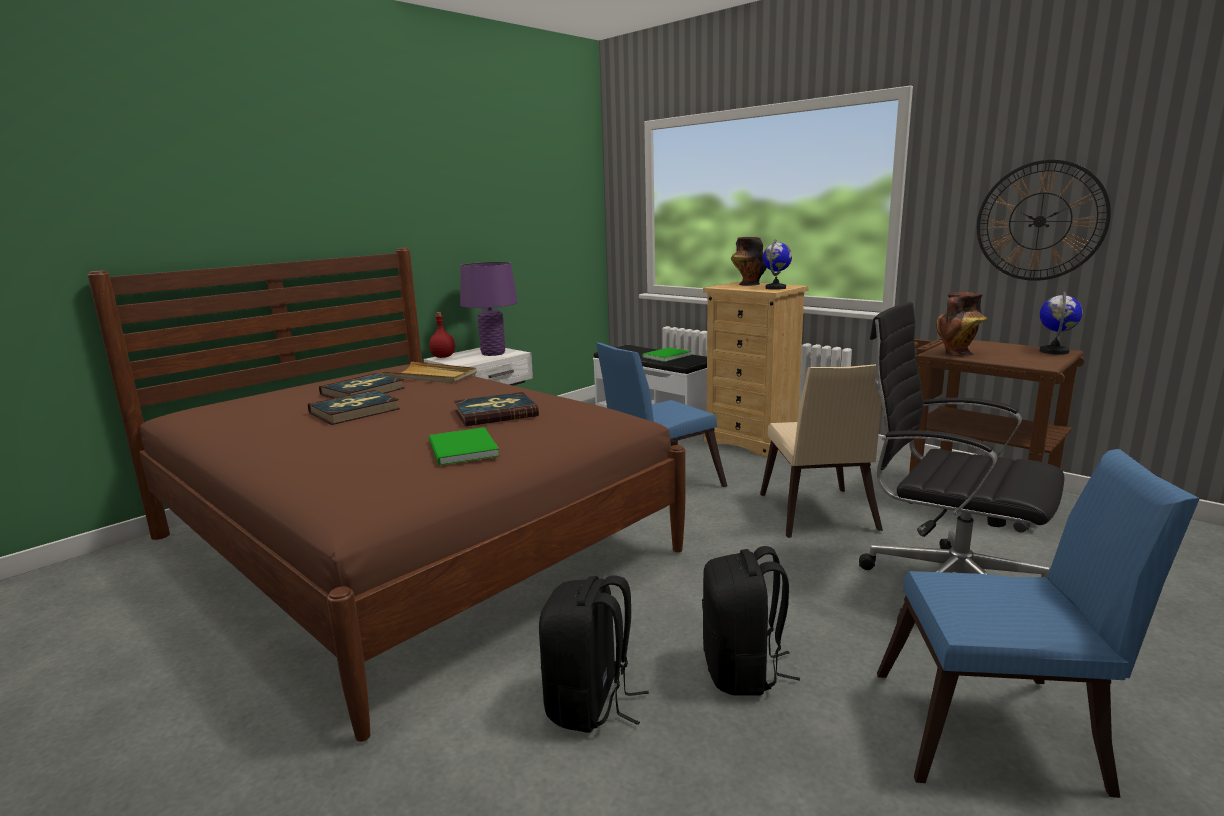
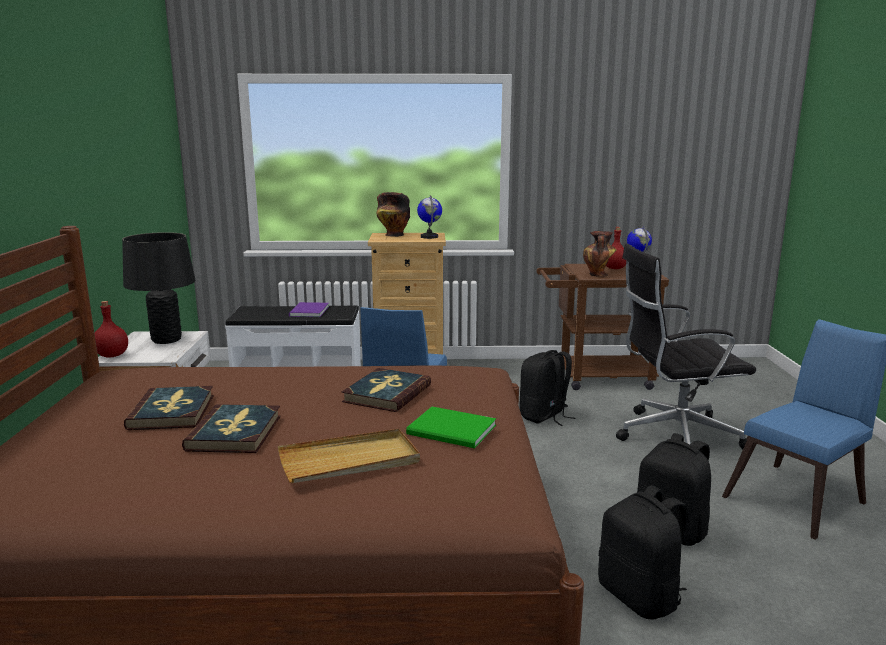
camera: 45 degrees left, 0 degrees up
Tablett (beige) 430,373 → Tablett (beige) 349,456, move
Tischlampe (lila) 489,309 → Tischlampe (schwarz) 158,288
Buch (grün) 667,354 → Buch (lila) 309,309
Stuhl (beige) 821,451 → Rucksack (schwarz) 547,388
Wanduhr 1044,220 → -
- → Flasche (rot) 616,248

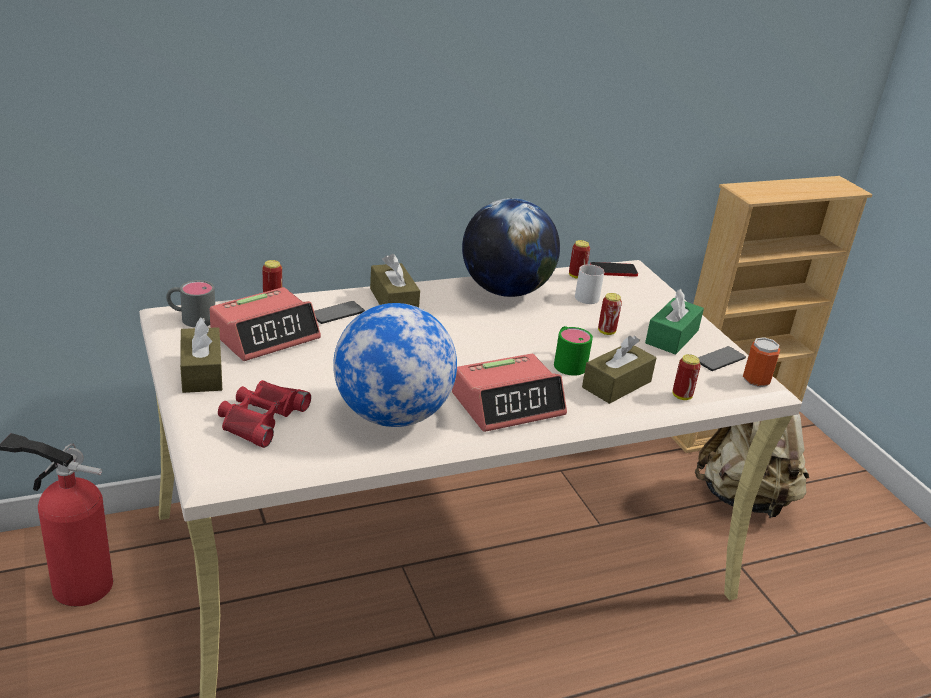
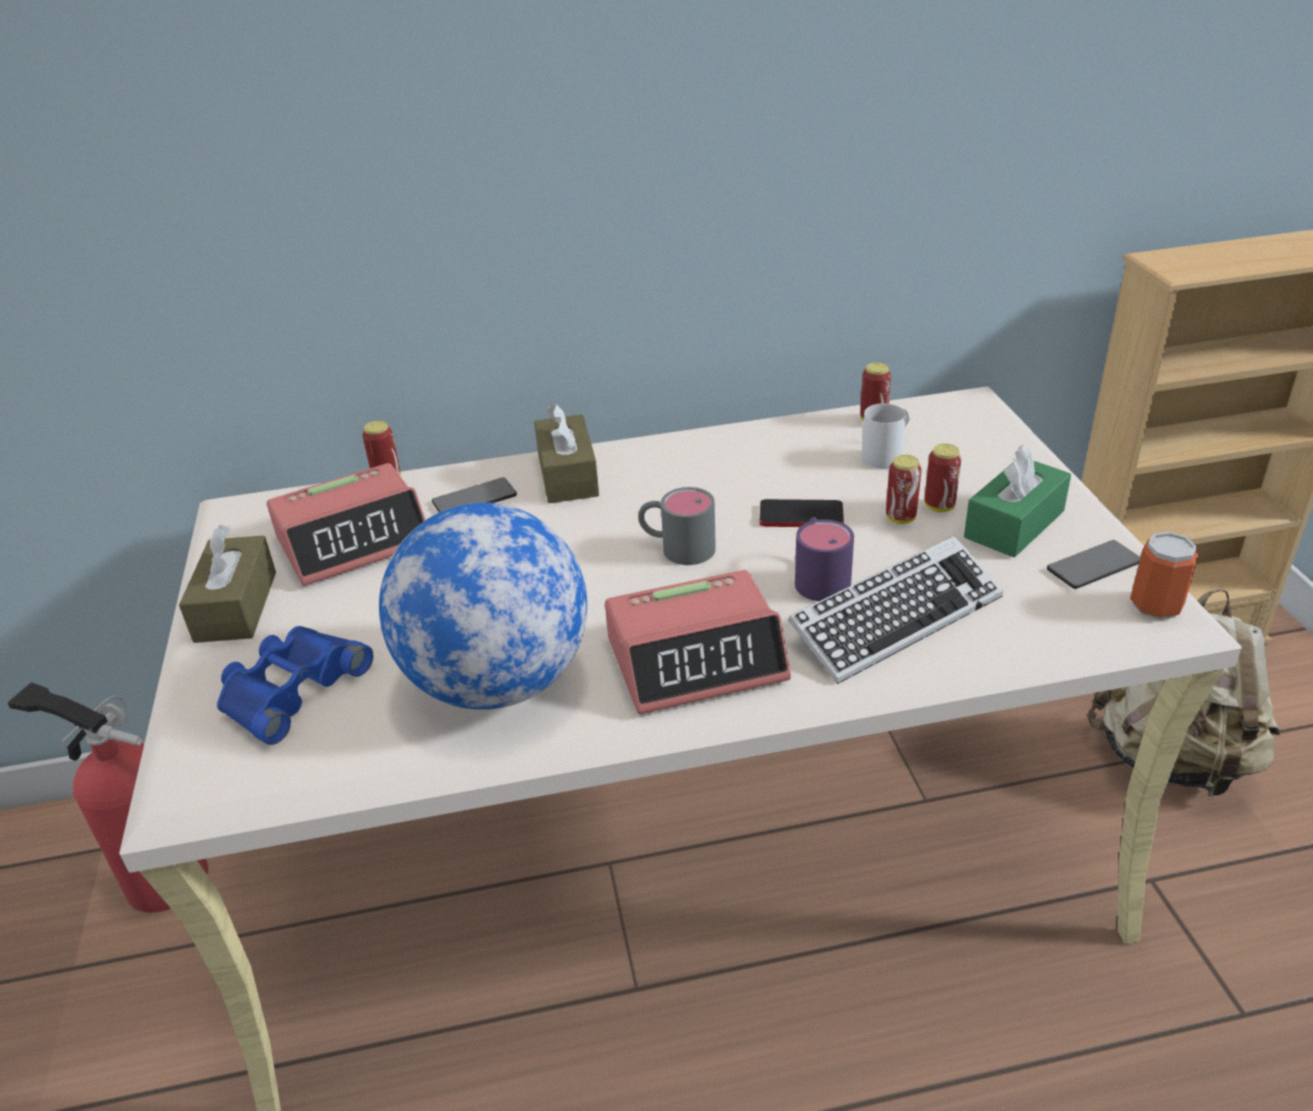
camera: 15 degrees right, 5 degrees up
Henkelbecher (grau) 190,303 → Henkelbecher (grau) 677,526, move
Fernglas (rot) 264,414 → Fernglas (blau) 295,685
Globus 511,247 → -
Henkelbecher (grün) 573,351 → Henkelbecher (lila) 824,559
Taschentuchbox (braun) 619,370 → Tastatur 895,609
Handy 614,269 → Handy 802,513, move
Dose 686,377 → Dose 943,477, move

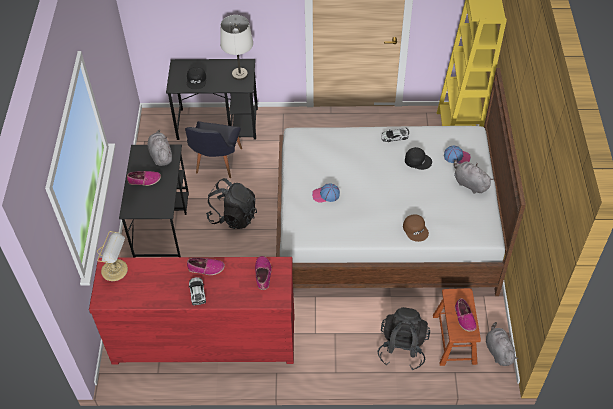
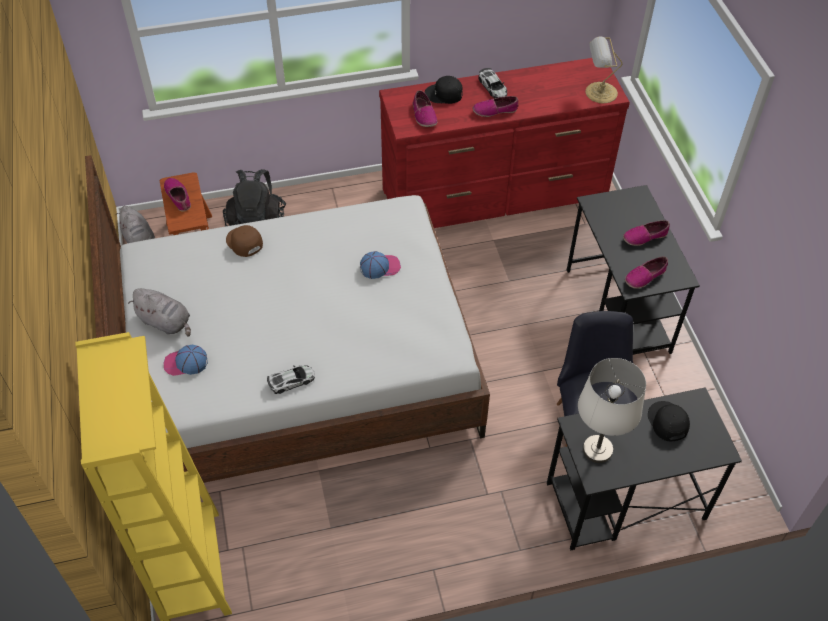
camera: 165 degrees right, 0 degrees up
Plüschtier (grau) 159,148 → Schuh 646,272
Rucksack (schwarz) 231,203 → -
Kappe (schwarz) 418,158 → Kappe (schwarz) 444,90, move

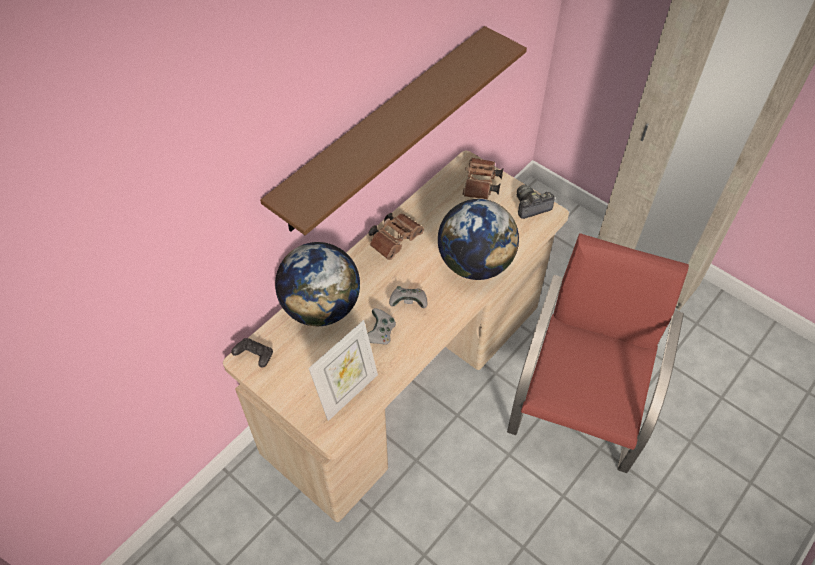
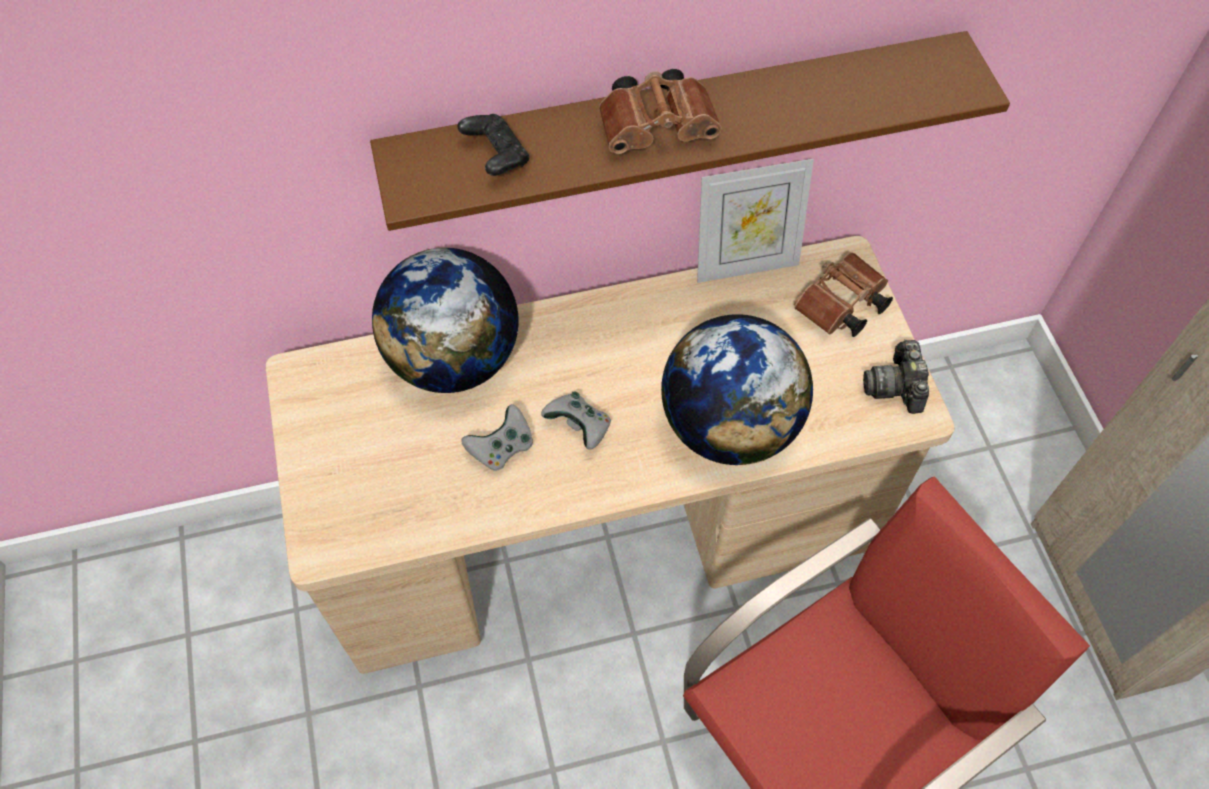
camera: 35 degrees right, 5 degrees up
Gamepad (schwarz) 252,353 → Gamepad (schwarz) 493,145, move
Bilderrahmen 343,370 → Bilderrahmen 755,221, move
Fernglas (braun) 396,236 → Fernglas (braun) 660,111, move
Kamera 535,202 → Kamera 896,376, 105 degrees counterclockwise

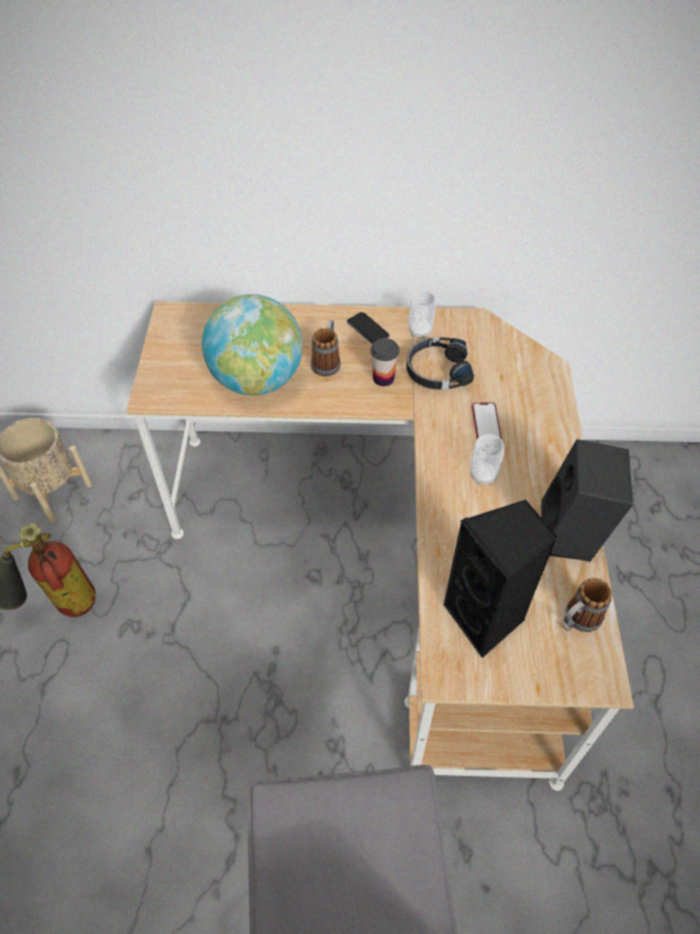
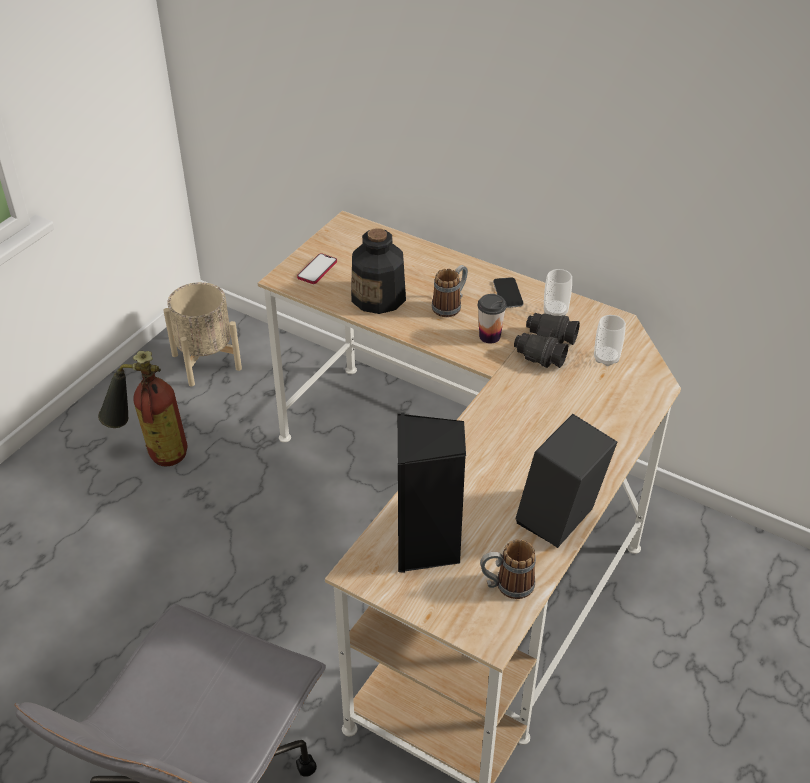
camera: 30 degrees right, 10 degrees down
Globus 252,344 → Flasche 378,271
Kopfhörer (schwarz) 440,363 → Fernglas (schwarz) 547,340
Tasse 487,459 → Tasse 610,340, move
Handy 487,420 → Handy 317,268, move

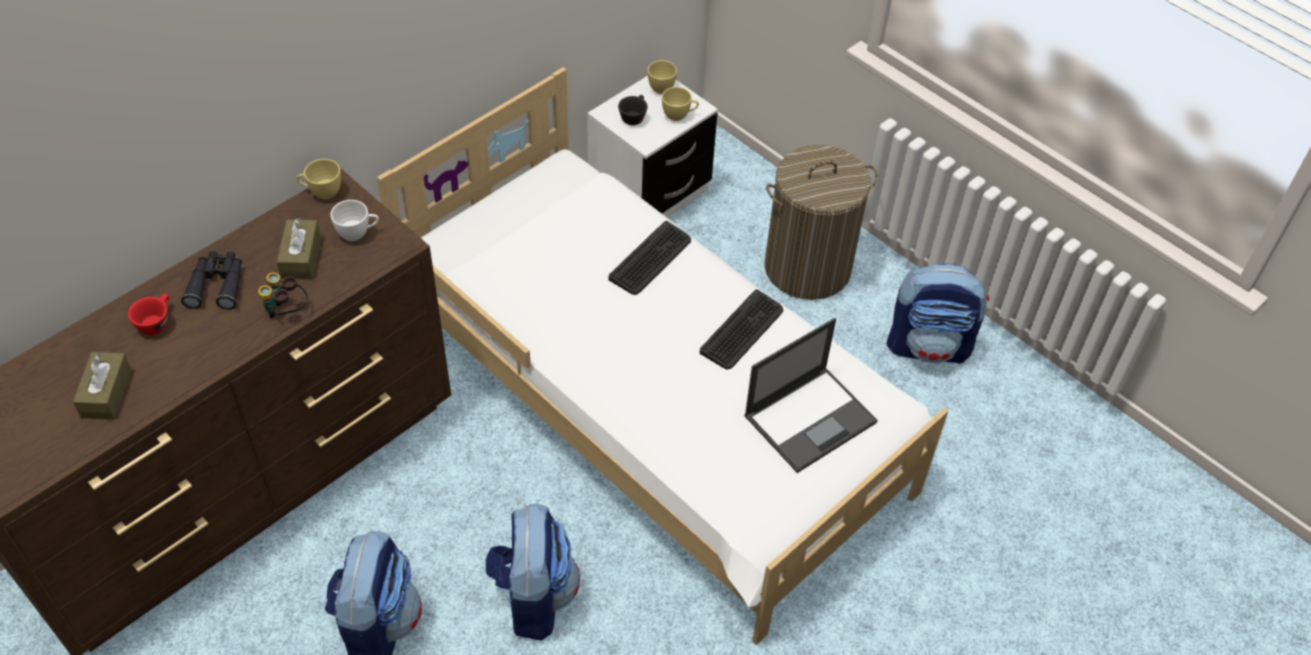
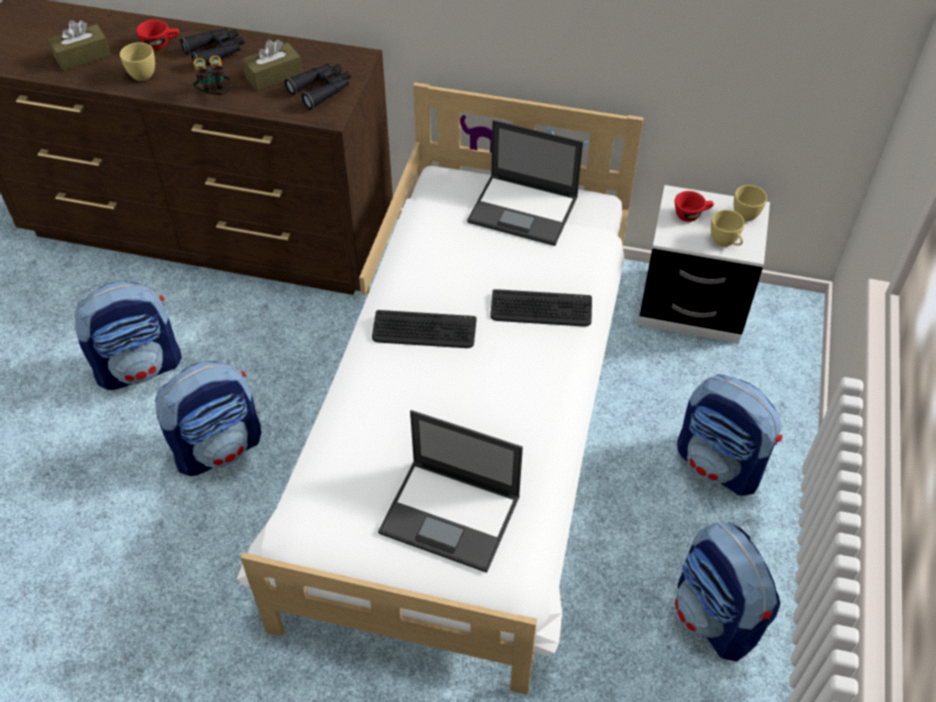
camera: 60 degrees right, 0 degrees up
Tasse (gelb) 318,179 → Tasse (gelb) 137,61, move
Tasse (weiß) 355,220 → Fernglas (schwarz) 318,86
Tasse (schwarz) 633,110 → Tasse (rot) 694,206
Tastatur 741,329 → Tastatur 424,329, move
Wäschekorb 821,222 → Rucksack 730,435
- → Laptop 525,183

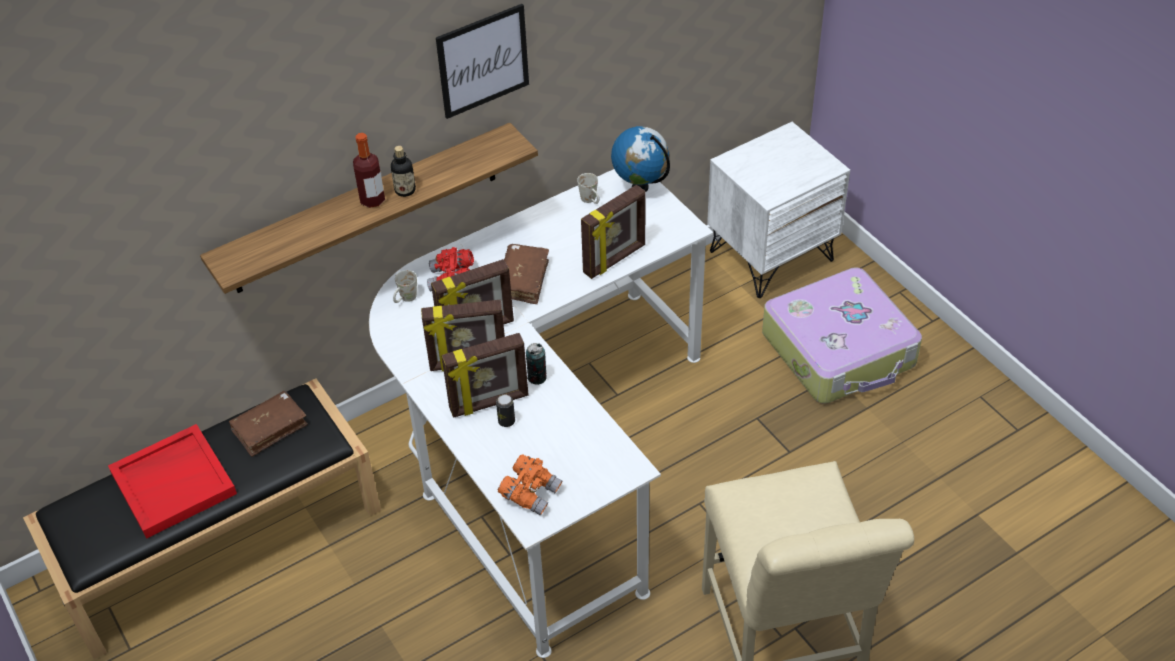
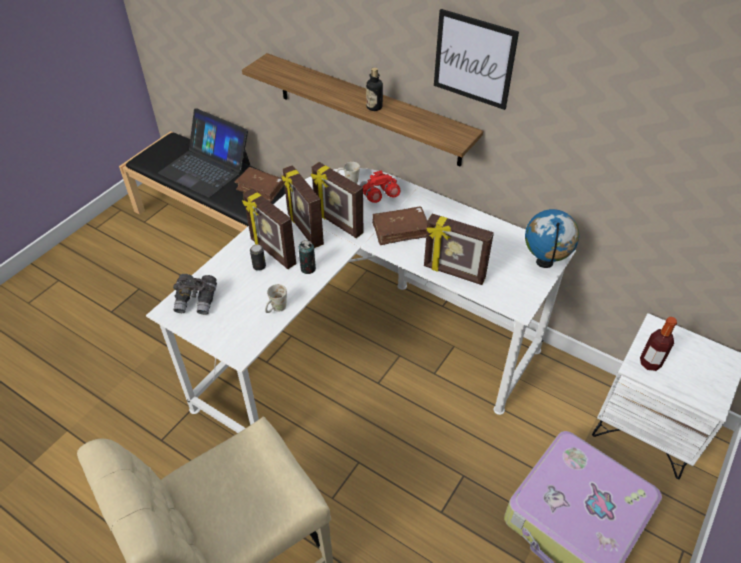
camera: 65 degrees right, 0 degrees up
Tablett (rot) 172,481 → Laptop 204,153
Flasche 369,170 → Flasche 658,344, move
Fernglas (orange) 530,484 → Fernglas (grau) 195,294
Henkelbecher (weiß) 588,188 → Henkelbecher (weiß) 276,298, move

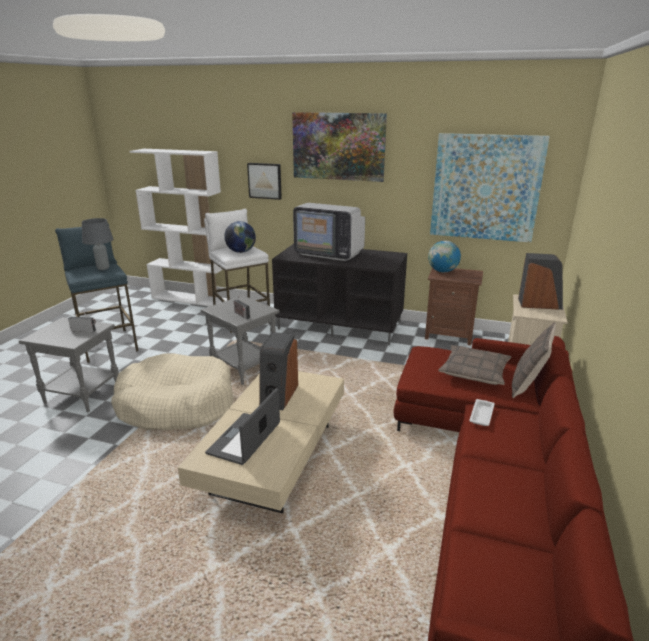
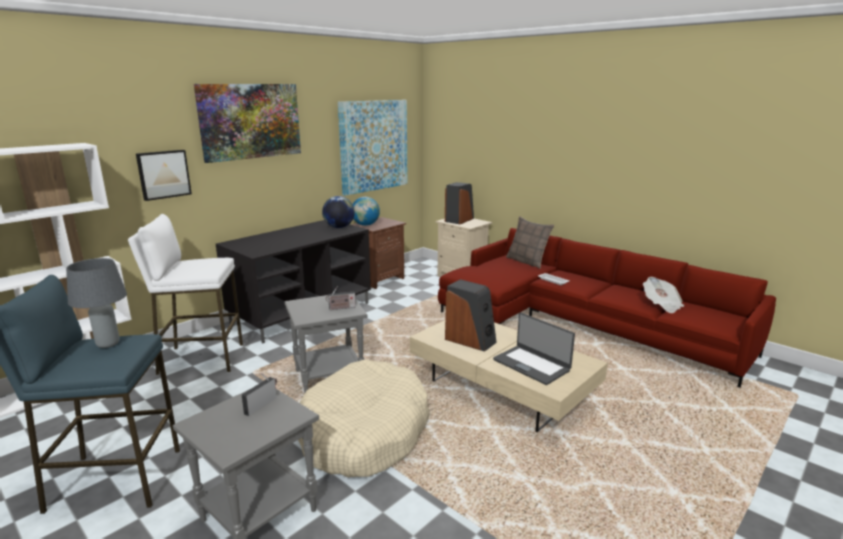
camera: 65 degrees left, 5 degrees down
Globus 240,237 → Globus 338,212, move
Fernseher 329,232 → -
Kissen 474,365 → -
- → Zeitung 663,295

